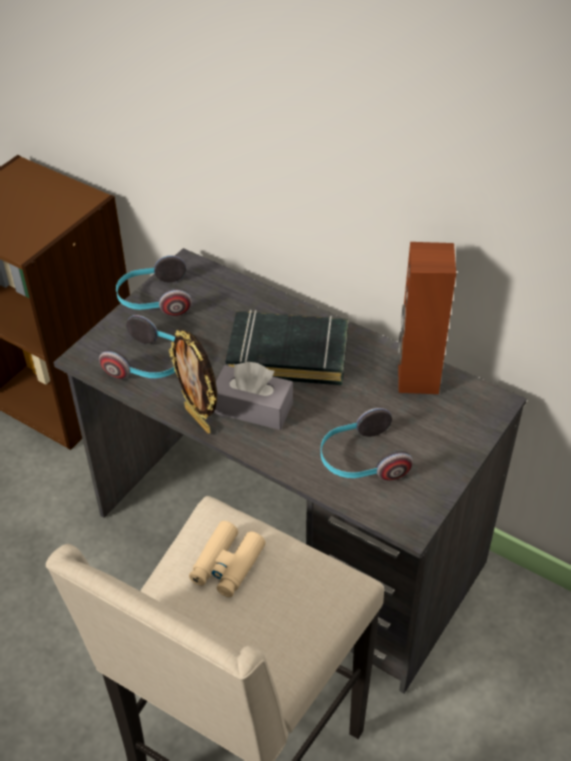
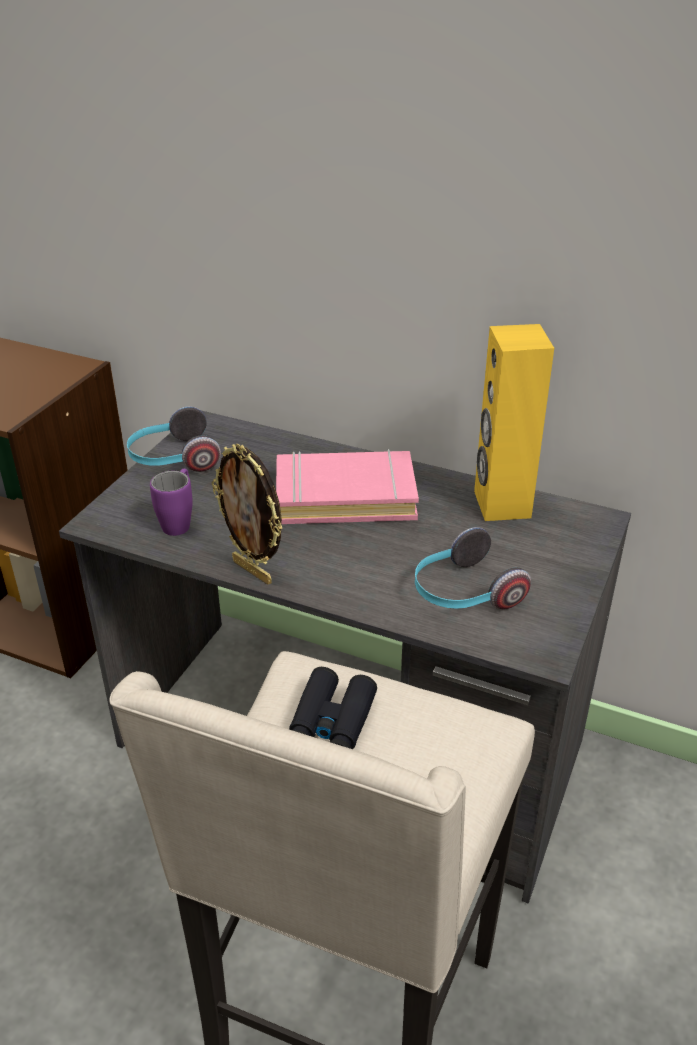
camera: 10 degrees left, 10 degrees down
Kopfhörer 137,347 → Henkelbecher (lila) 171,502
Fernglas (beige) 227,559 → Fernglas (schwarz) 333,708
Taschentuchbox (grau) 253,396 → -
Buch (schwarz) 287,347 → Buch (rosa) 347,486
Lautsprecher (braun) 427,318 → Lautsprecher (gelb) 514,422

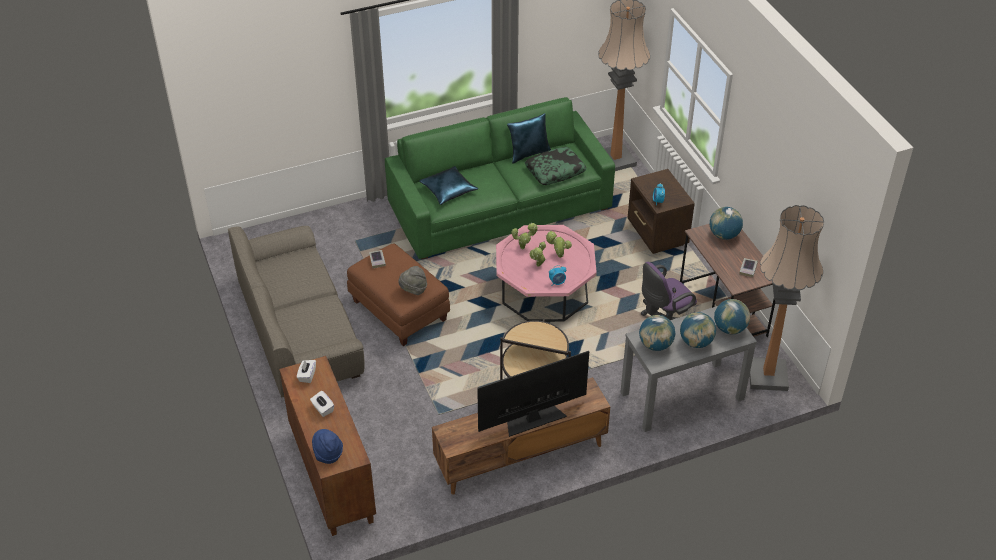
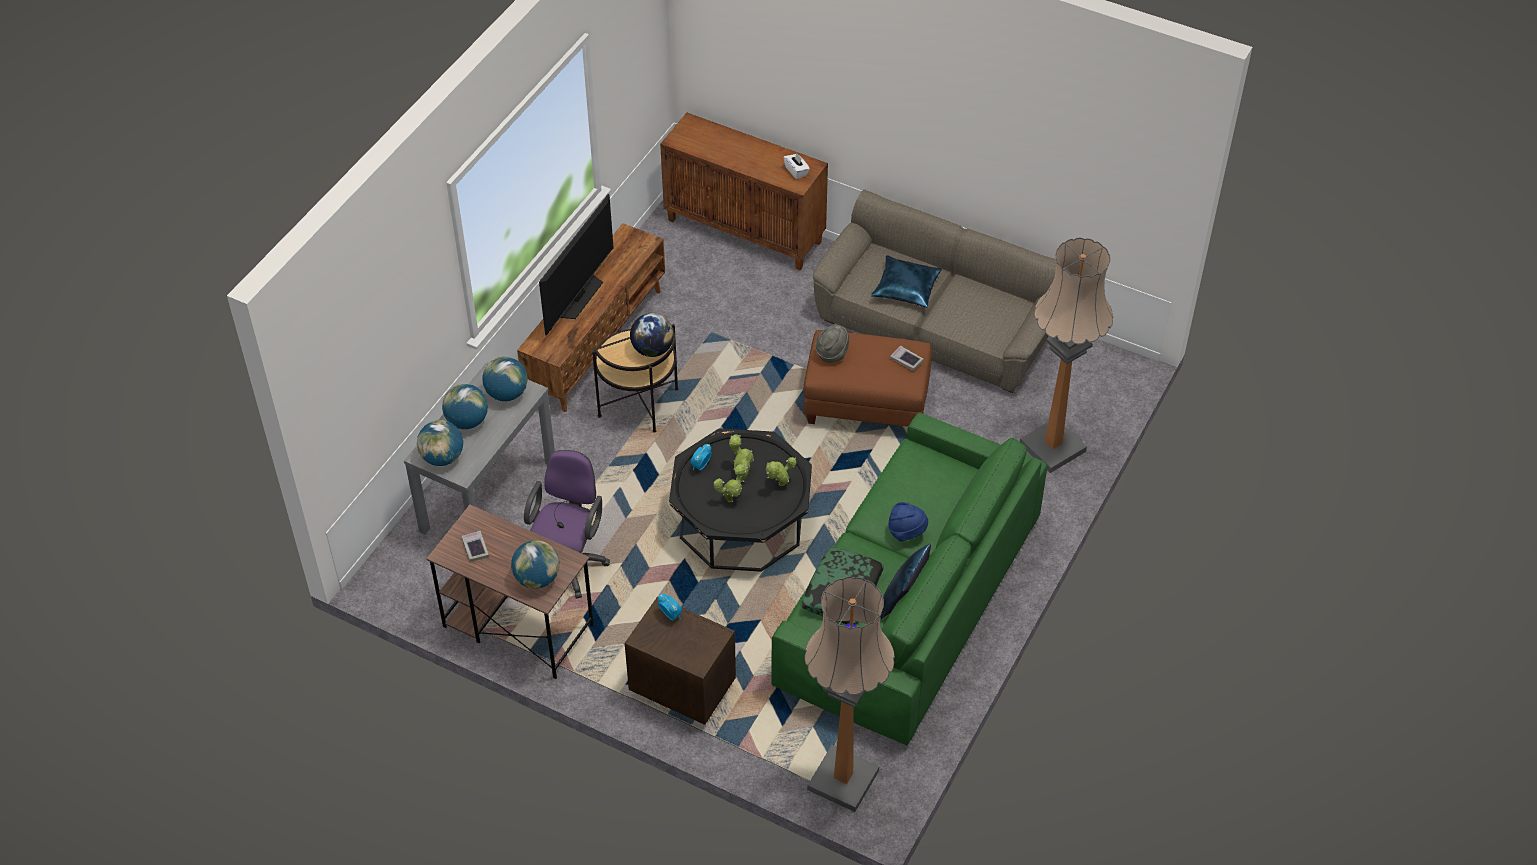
camera: 140 degrees right, 5 degrees up
Taschentuchbox (weiß) 322,404 → -
Hut (blau) 327,446 → Hut (blau) 908,522, move
Kissen (blau) 449,185 → Kissen (blau) 906,281, move
Couchtisch (rosa) 546,273 → Couchtisch (schwarz) 740,500
Stehlampe 786,298 → Stehlampe 1066,355, move
- → Globus 652,335

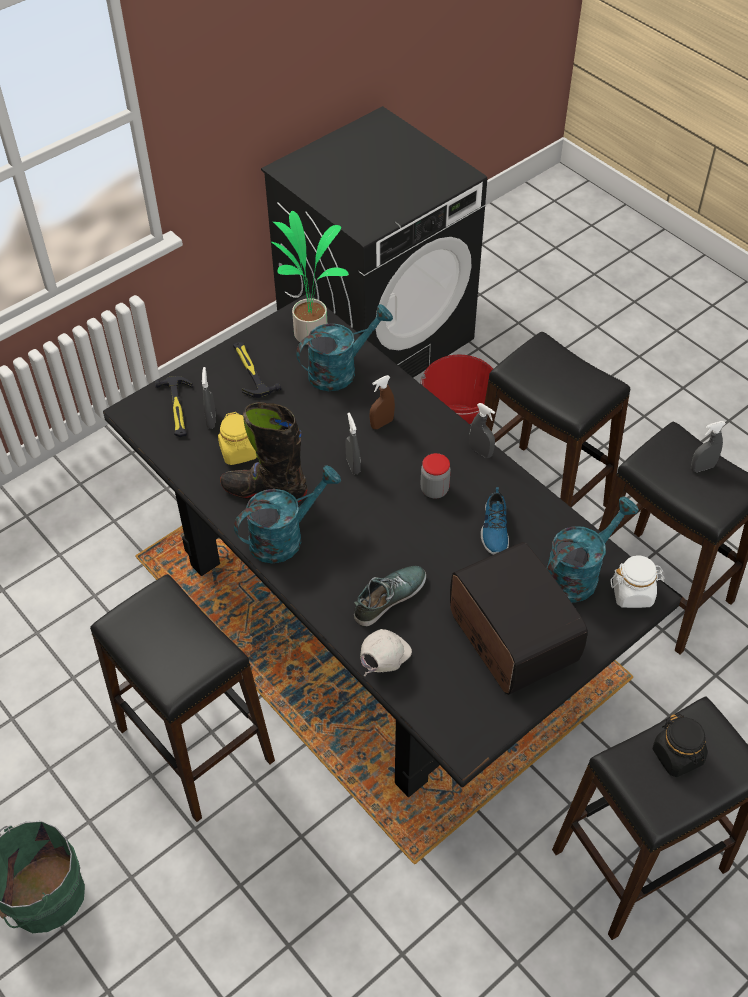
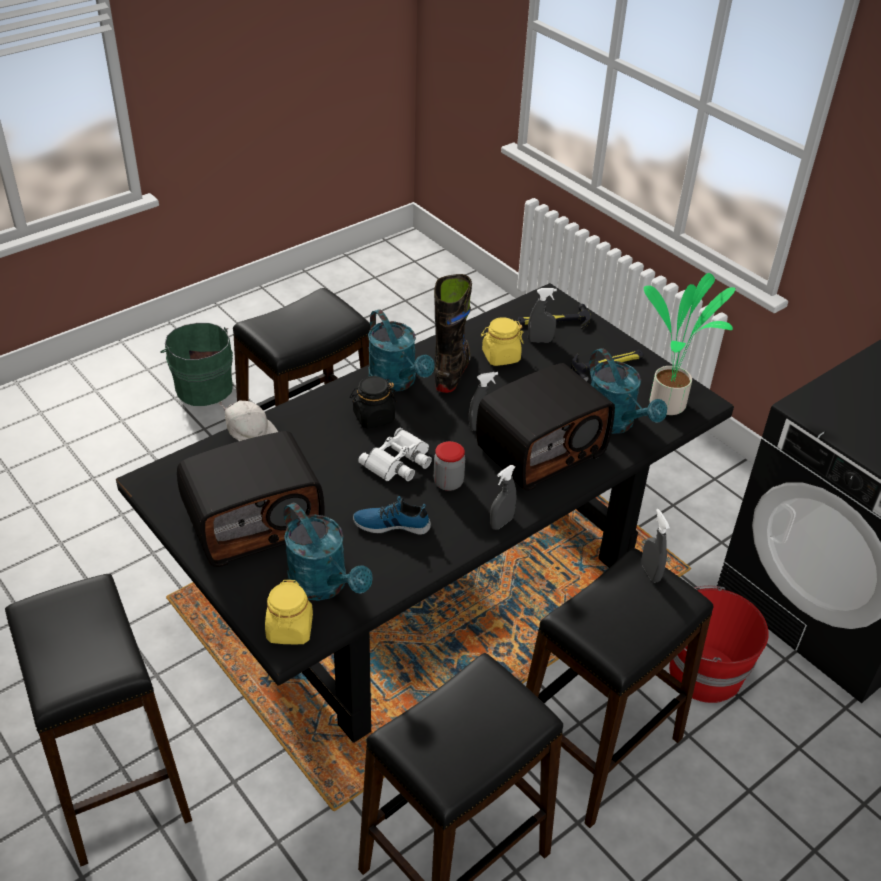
camera: 90 degrees right, 10 degrees down
Schuh 390,596 → -
Sprühflasche (braun) 382,402 → Radio 545,427
Vorratsglas (weiß) 637,581 → Vorratsglas (gelb) 289,611
Vorratsglas (schwarz) 679,745 → Vorratsglas (schwarz) 373,402, move
Sprühflasche (grau) 708,446 → Sprühflasche (grau) 655,545, move
- → Fernglas (weiß) 395,454

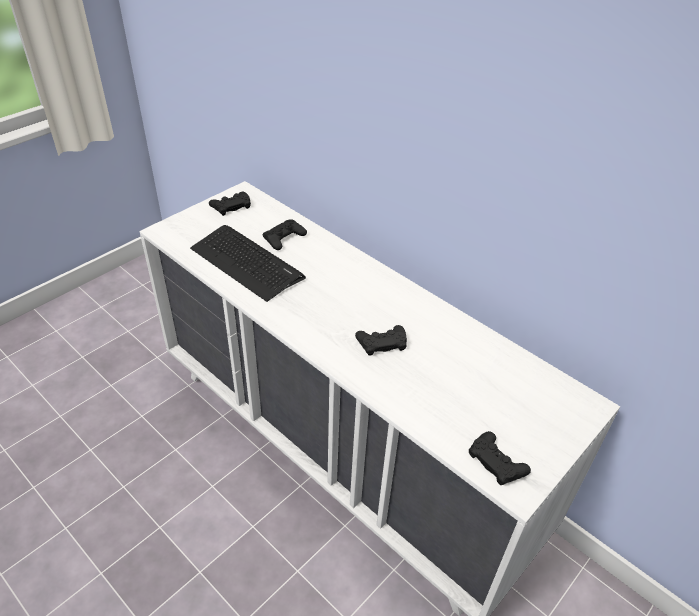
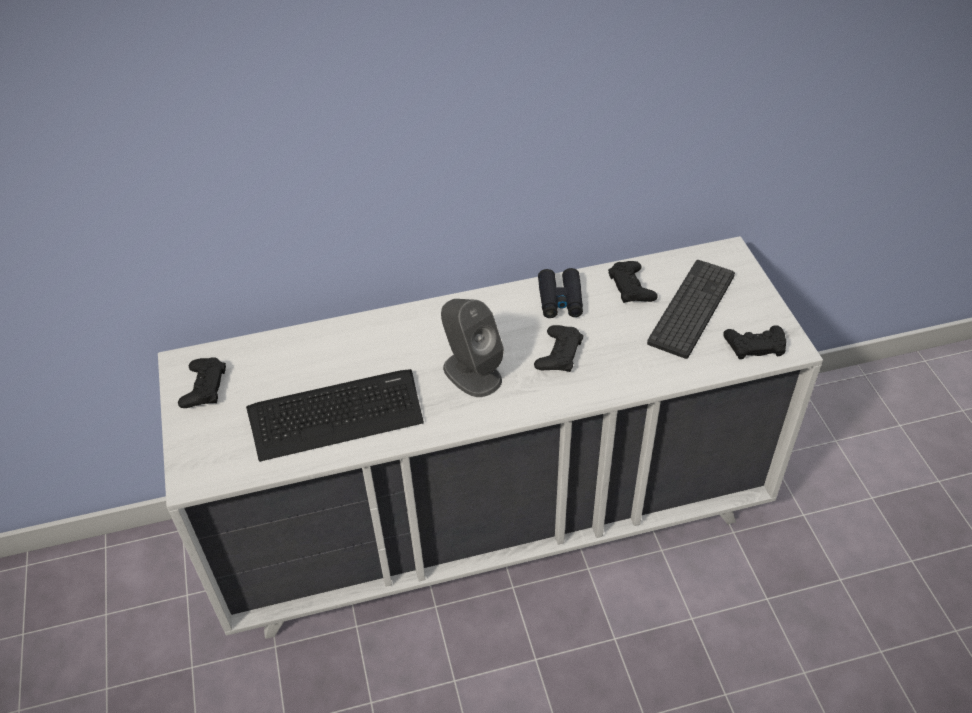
camera: 55 degrees left, 5 degrees up
Gamepad (schwarz) 284,234 → Gamepad (schwarz) 633,282, move
- → Lautsprecher (grau) 472,348
- → Fernglas (schwarz) 560,293
- → Tastatur 691,309

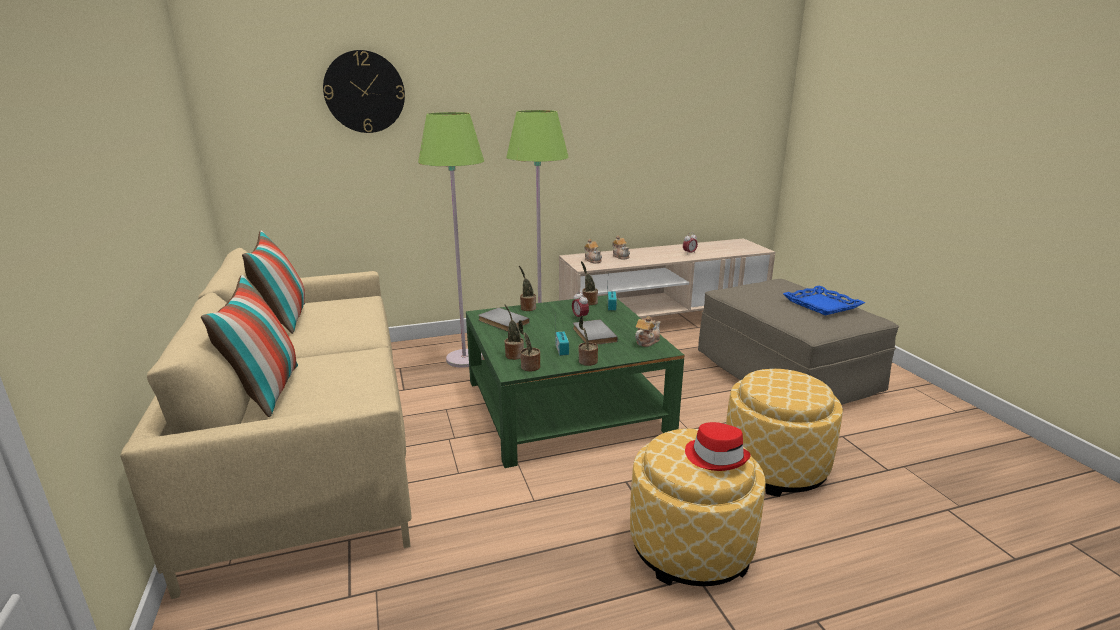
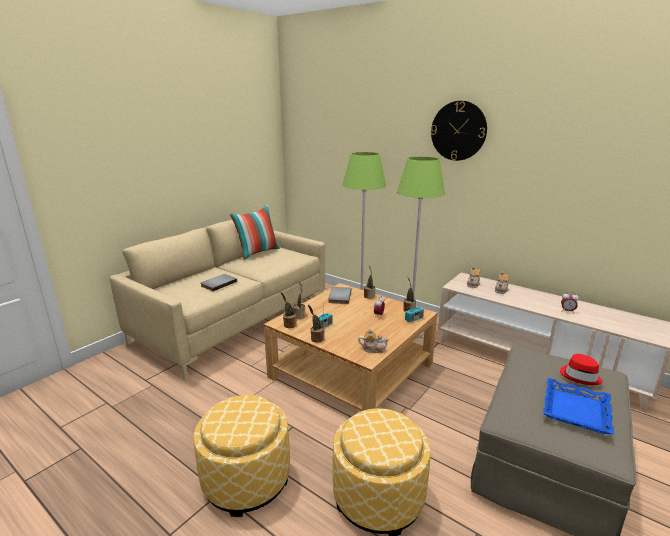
camera: 55 degrees right, 0 degrees up
Kissen 249,346 → -
Wanduhr 364,91 → Wanduhr 459,131, move
Couchtisch (grün) 575,381 → Couchtisch (beige) 351,347
Buch (grau) 595,332 → Buch (grau) 219,282, move
Hut (rot) 718,446 → Hut (rot) 581,369, move

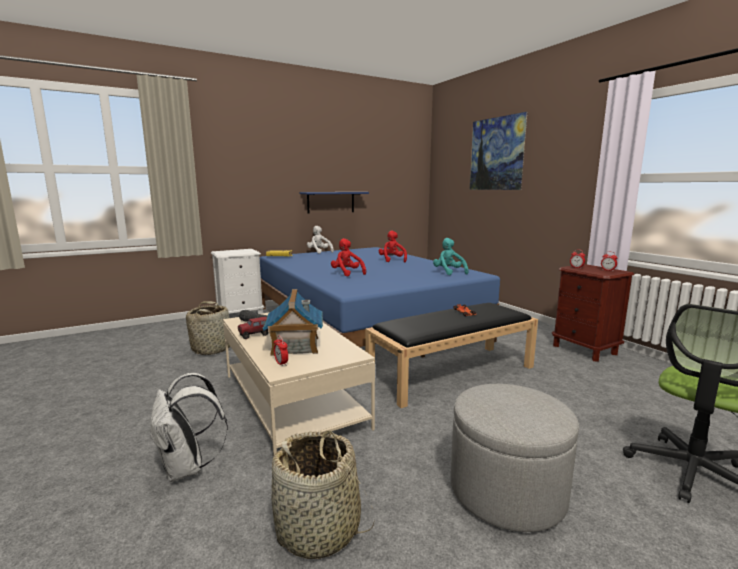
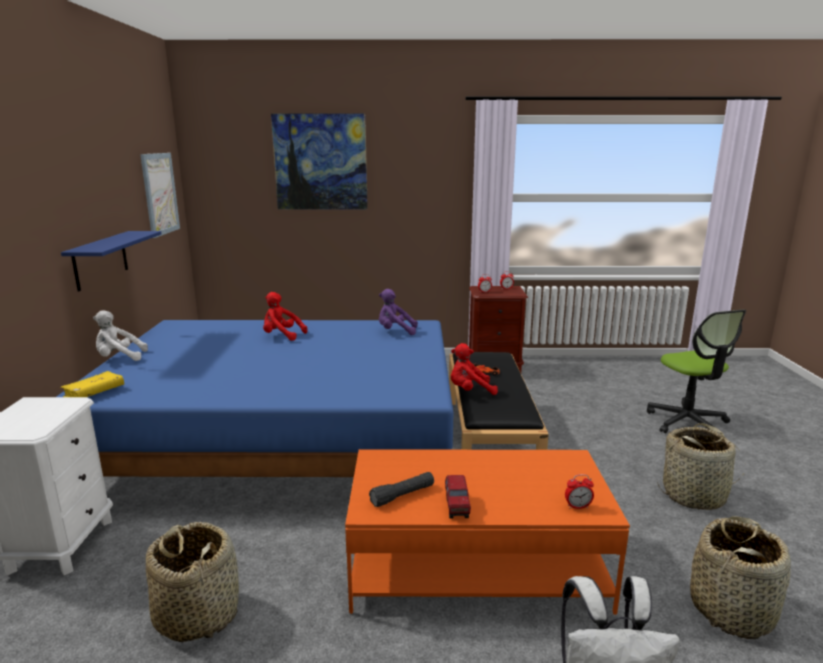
camera: 60 degrees left, 5 degrees up
Couchtisch (beige) 299,384 → Couchtisch (orange) 487,532
Spielzeughaus 292,322 → -
Plüschtier (rot) 348,257 → Plüschtier (rot) 474,369, move
Plüschtier (türkis) 451,256 → Plüschtier (lila) 398,312
Polsterhocker (grau) 514,458 → Korb 700,466
- → Bild 160,195

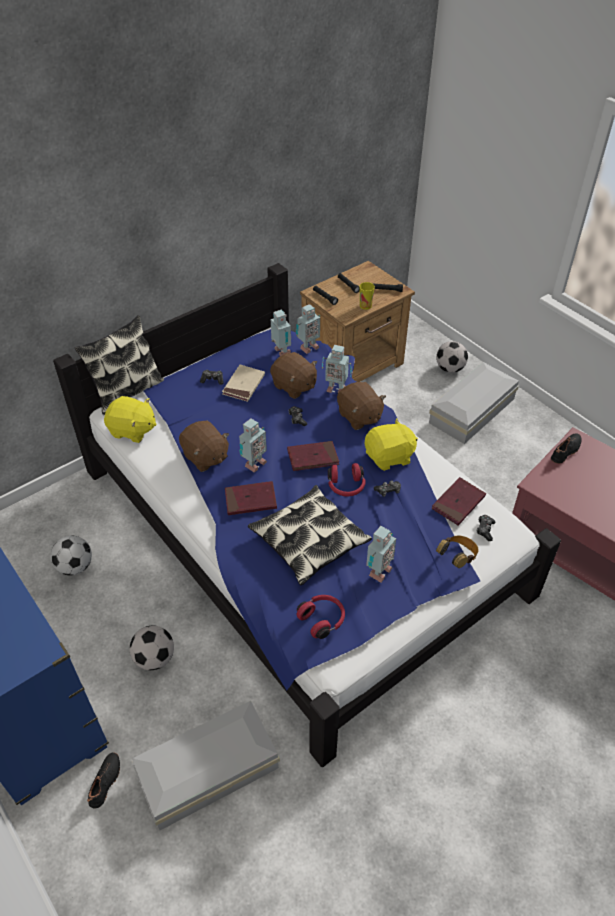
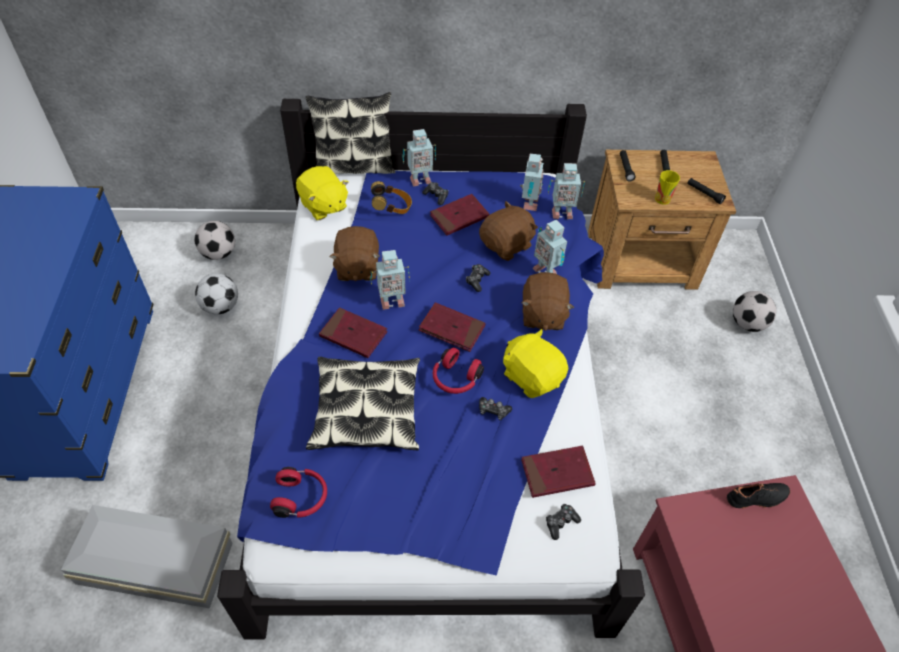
camera: 35 degrees right, 5 degrees up
Schuh (schwarz) 103,780 → -
Fußball 152,648 → Fußball 214,240, move
Buch (beige) 243,383 → Buch (rot) 460,214
Plüschtier (braun) 293,375 → Plüschtier (braun) 508,231, 120 degrees counterclockwise
Plüschtier (gelb) 391,444 → Plüschtier (gelb) 536,363, 150 degrees counterclockwise
Spielzeugroboter 381,554 → Spielzeugroboter 419,157, move
Aufbewahrungsbox (weiß) 474,403 → -
Kopfhörer 457,552 → Kopfhörer 391,197, move

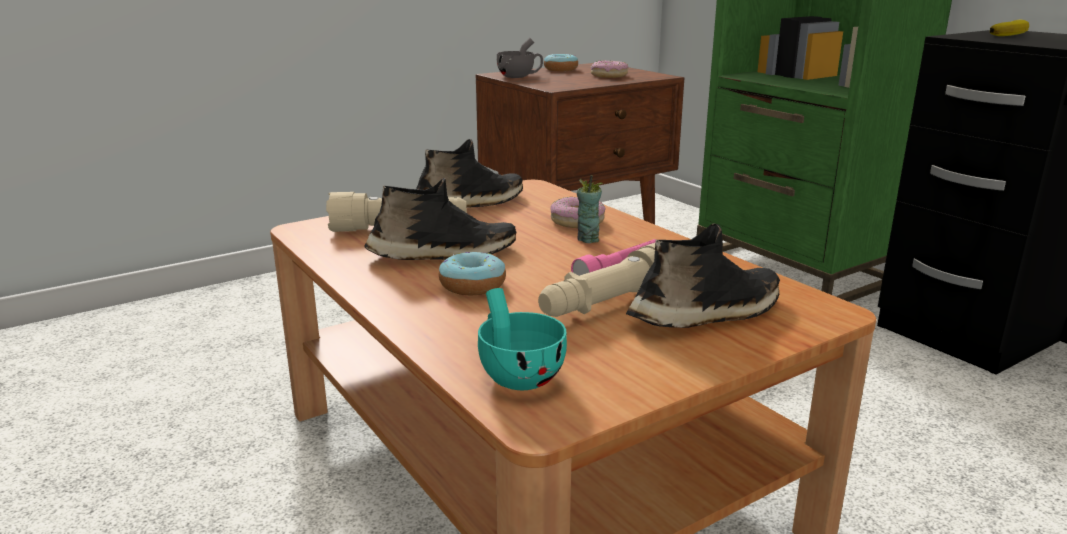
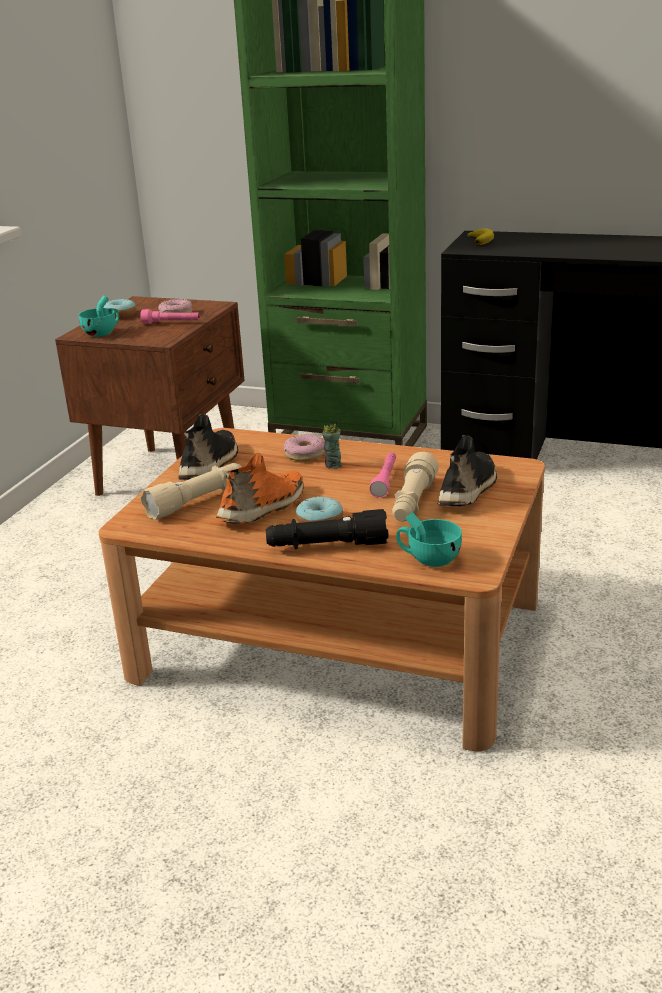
camera: 35 degrees left, 5 degrees up
Schuh (schwarz) 440,219 → Schuh (orange) 259,488
Tasse (grau) 520,58 → Tasse (türkis) 98,316
- → Taschenlampe (rosa) 170,316
- → Taschenlampe (schwarz) 327,529

